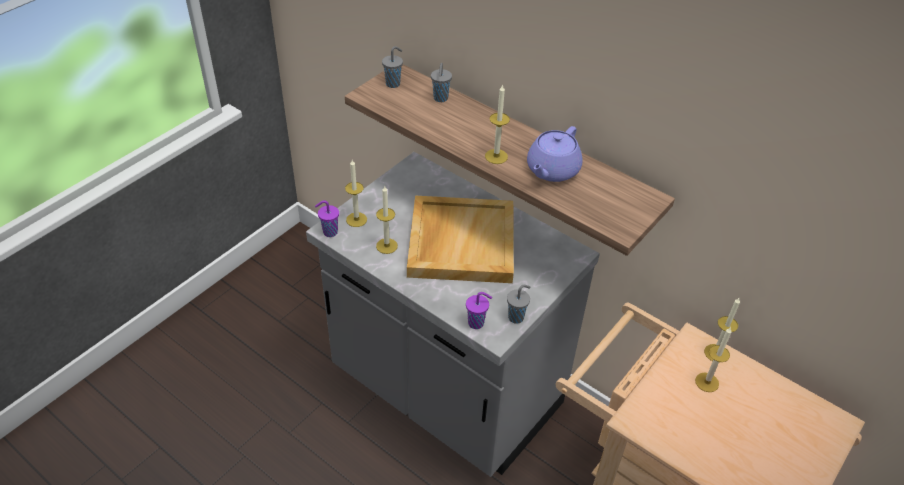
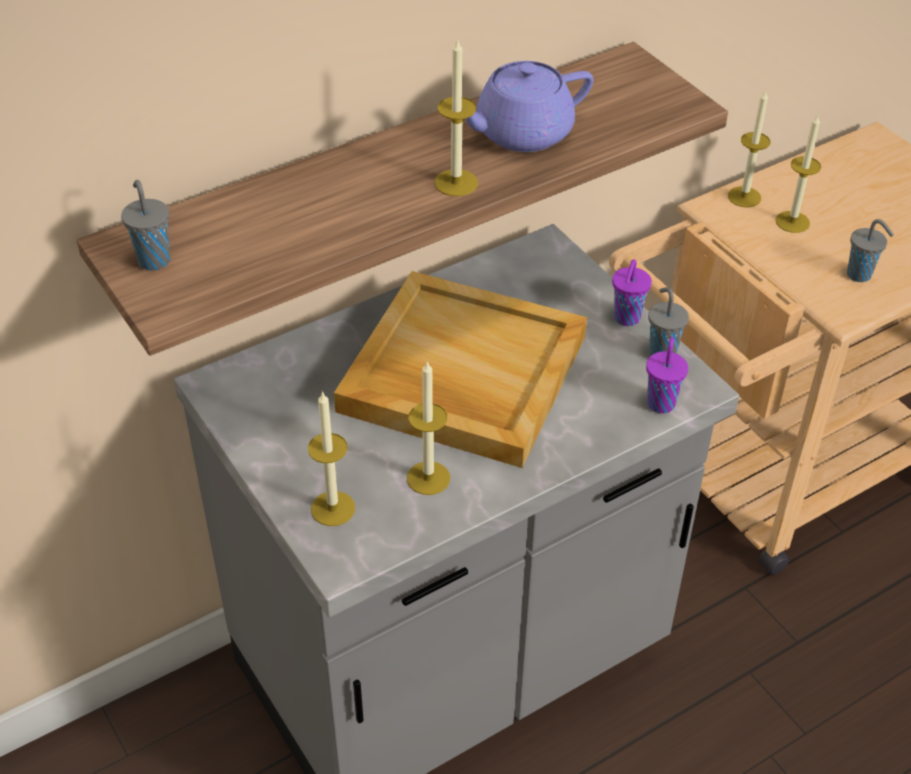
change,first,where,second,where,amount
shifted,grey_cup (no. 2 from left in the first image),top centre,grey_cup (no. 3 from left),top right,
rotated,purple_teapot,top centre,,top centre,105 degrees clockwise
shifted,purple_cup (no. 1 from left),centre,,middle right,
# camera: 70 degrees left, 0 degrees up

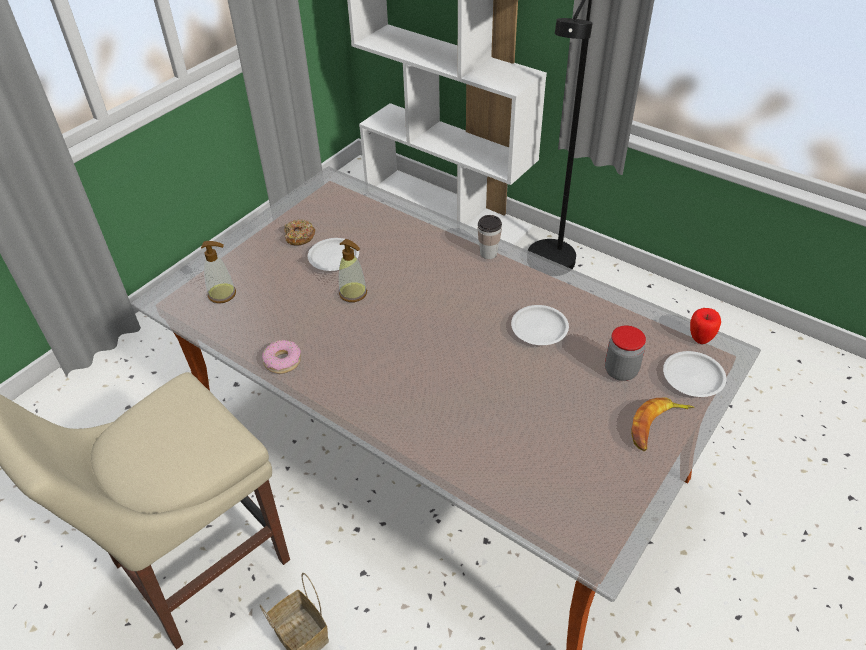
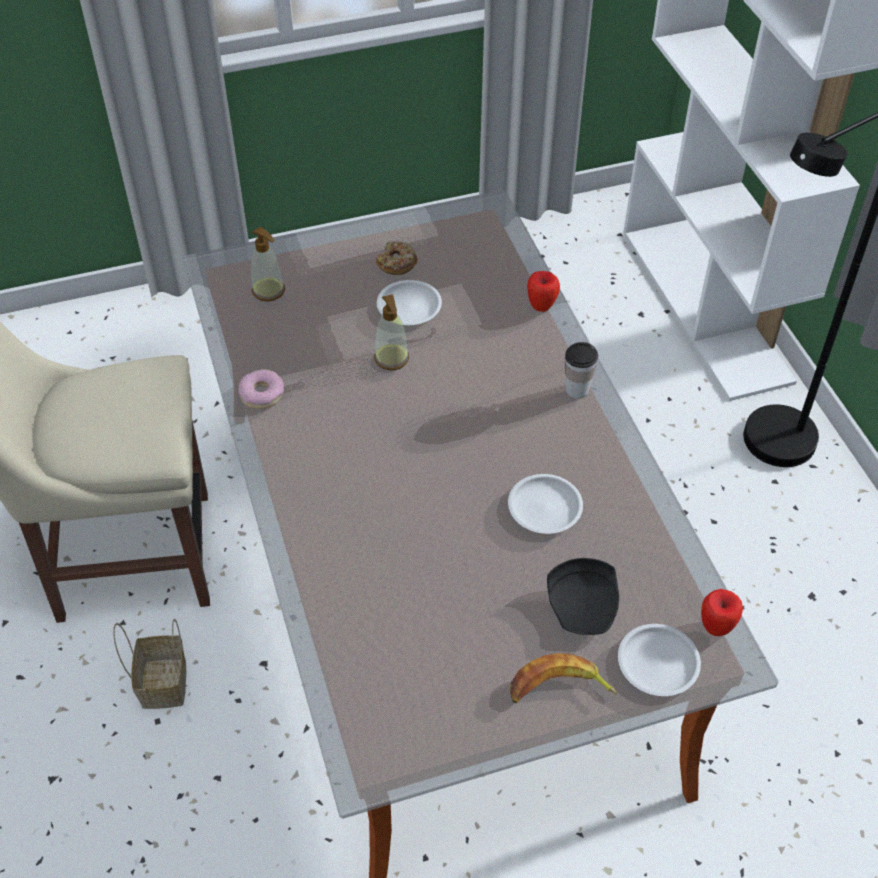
change,first,where,second,where,amount
swapped,jar,middle right,black_plate,bottom centre,
new,,,apple (no. 1 from left),top centre,
# camera: 35 degrees right, 5 degrees up

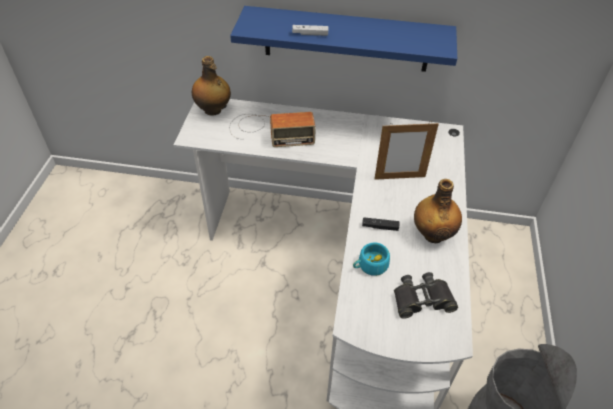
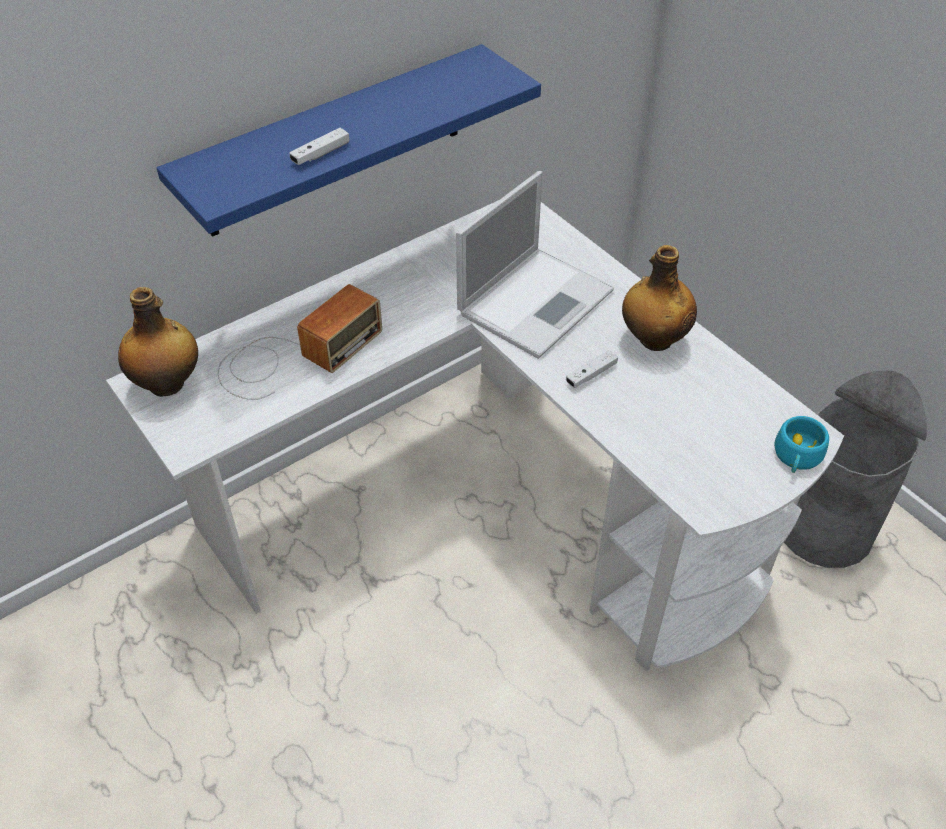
change,first,where,second,where,amount
swapped,picture_frame,centre,laptop,top centre,
repainted,black_game_controller,centre,white_game_controller (no. 2 from left),centre,
shifted,turquoise_cup,centre,,middle right,
gone,black_binoculars,bottom right,,,
# camera: 45 degrees left, 0 degrees up

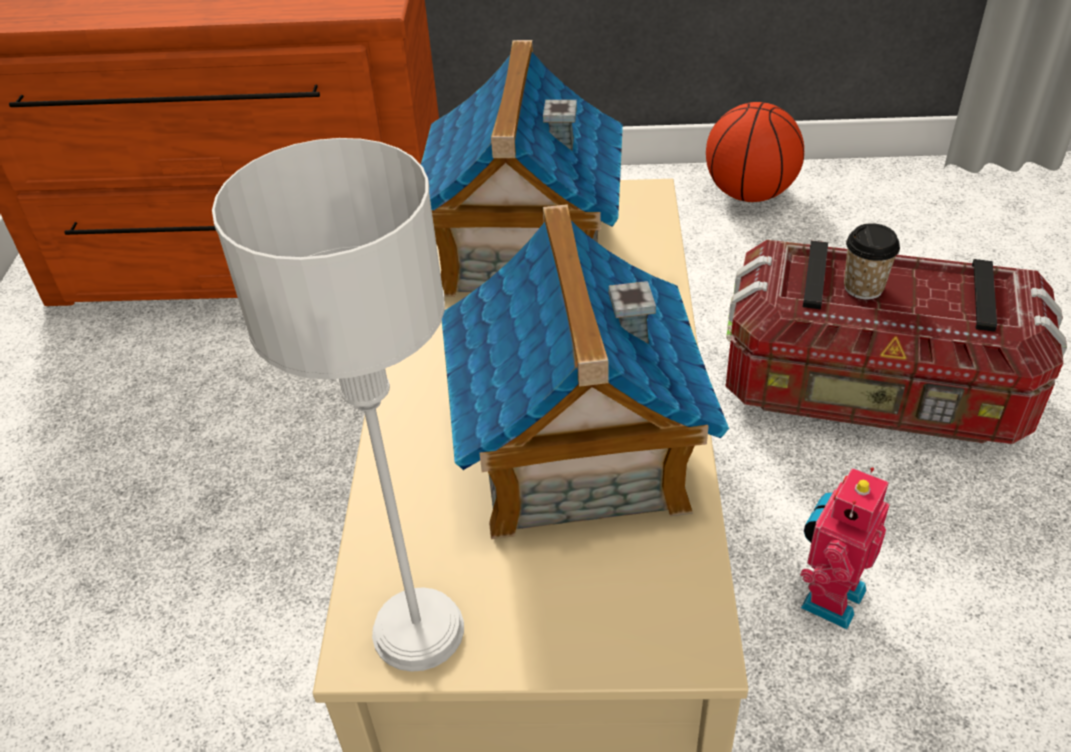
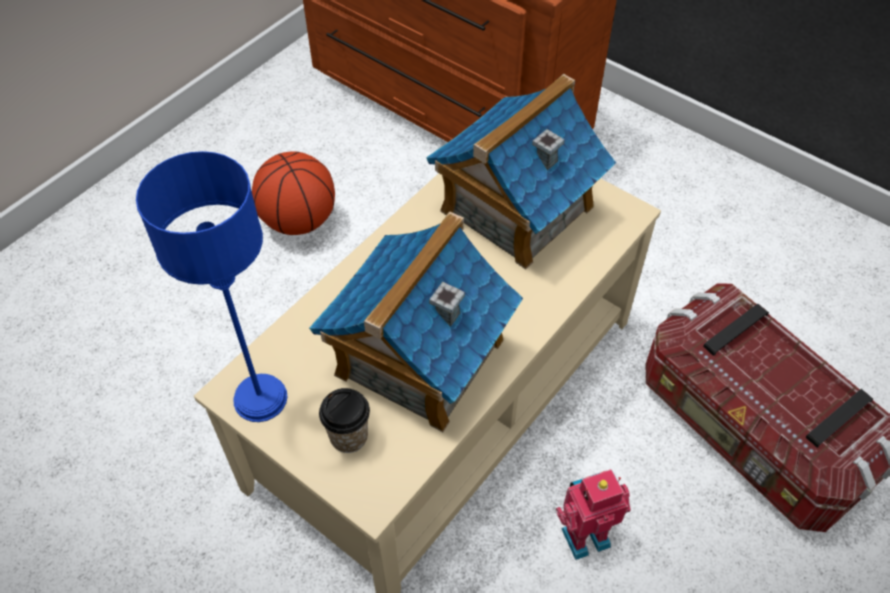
change,first,where,second,where,amount
shifted,basketball,top right,,top left,
repainted,grey_table_lamp,middle left,blue_table_lamp,middle left,
shifted,cup,middle right,,bottom centre,
# camera: 35 degrees right, 10 degrees up

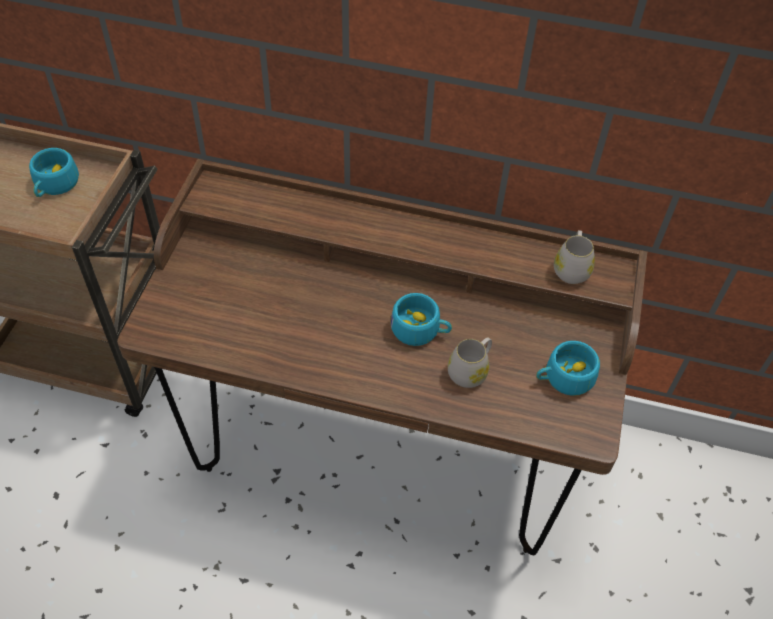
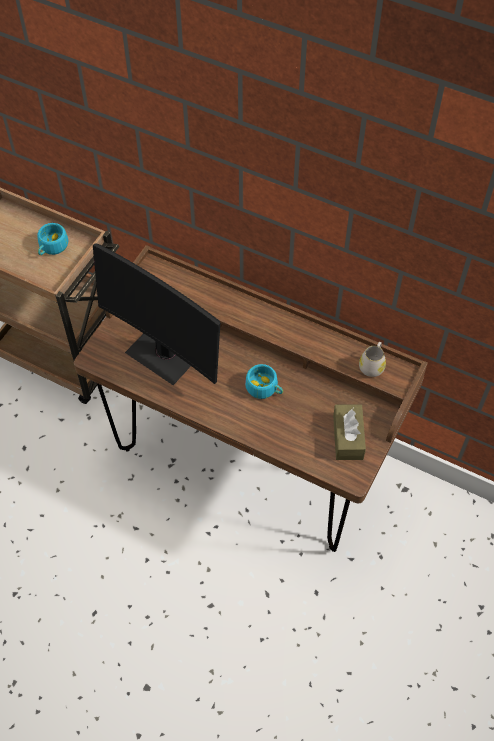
change,first,where,second,where,amount
gone,white_mug (no. 1 from left),centre,,,
swapped,turquoise_cup (no. 3 from left),middle right,brown_tissue_box,middle right,
new,,,monitor,middle left,
# camera: 15 degrees right, 5 degrees up

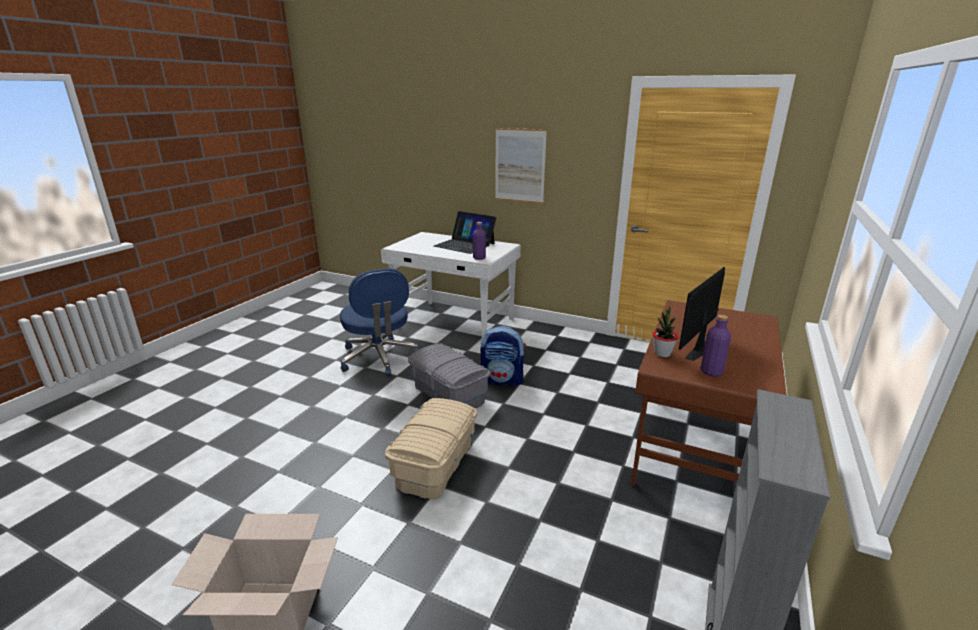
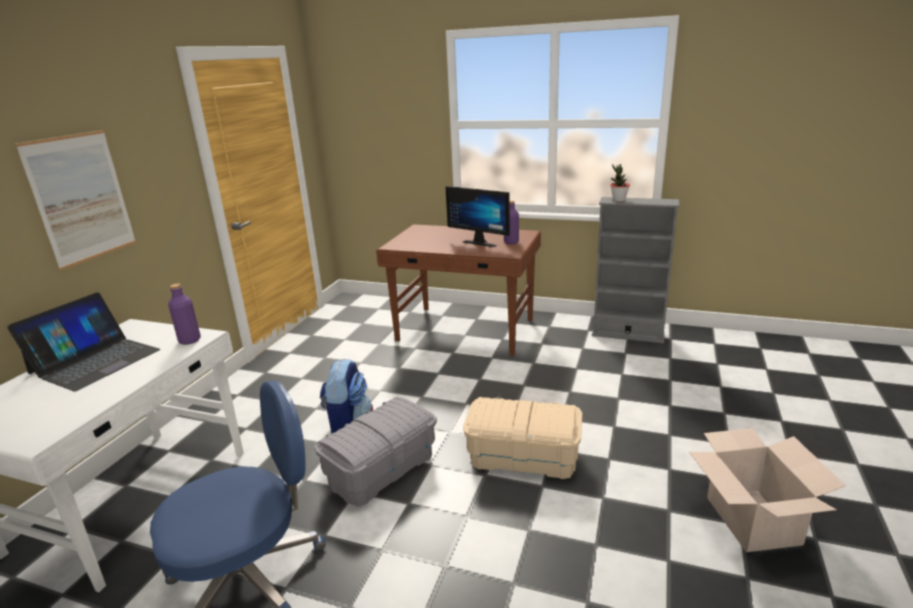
change,first,where,second,where,amount
shifted,potted_plant,middle right,,top right,
# camera: 95 degrees left, 0 degrees up

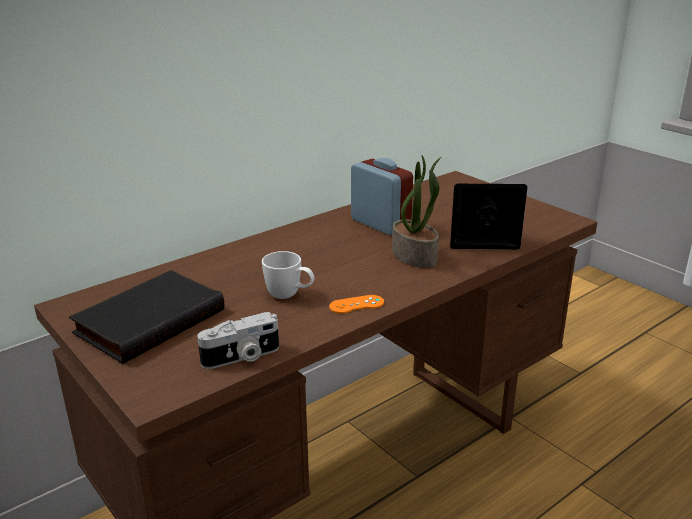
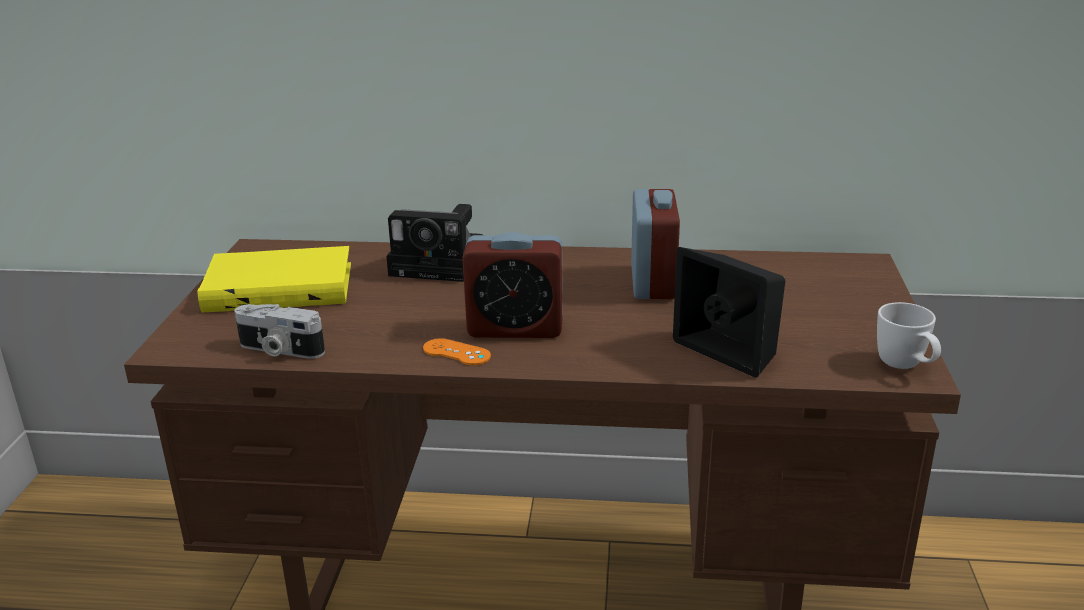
change,first,where,second,where,amount
gone,potted_plant,centre,,,
shifted,white_mug,centre,,middle right,
repainted,black_book,middle left,yellow_book,middle left,
new,,,photo_camera (no. 2 from left),centre,
new,,,alarm_clock (no. 1 from left),centre,
# camera: 45 degrees right, 0 degrees up

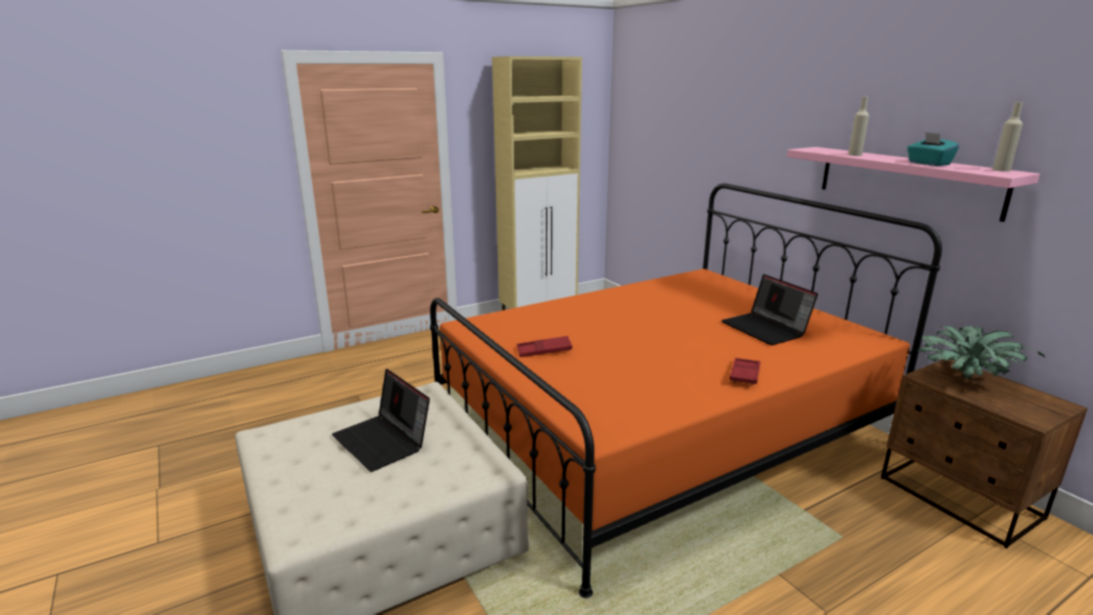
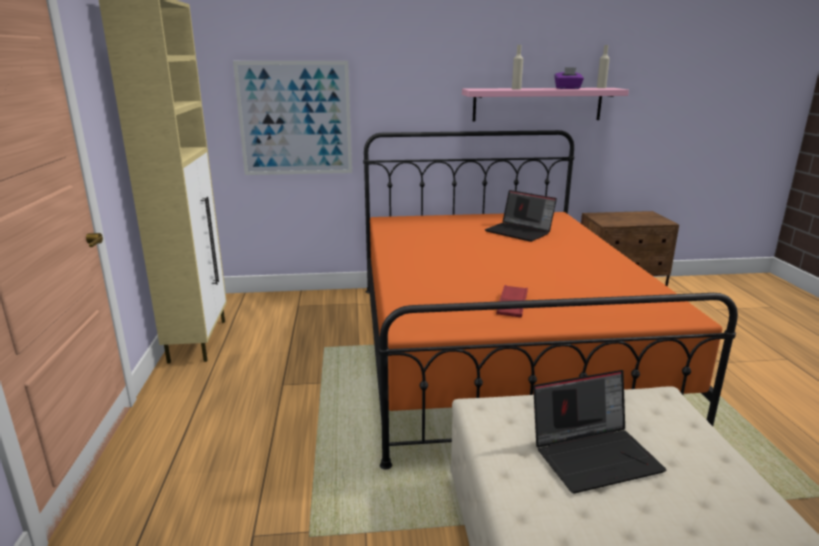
change,first,where,second,where,amount
repainted,turquoise_tissue_box,top right,purple_tissue_box,top right,
rotated,laptop (no. 2 from left in the first image),middle right,laptop (no. 1 from left),centre,45 degrees clockwise
gone,potted_plant,middle right,,,
gone,red_tray (no. 2 from left),middle right,,,
new,,,picture,top centre,
# camera: 65 degrees left, 0 degrees up

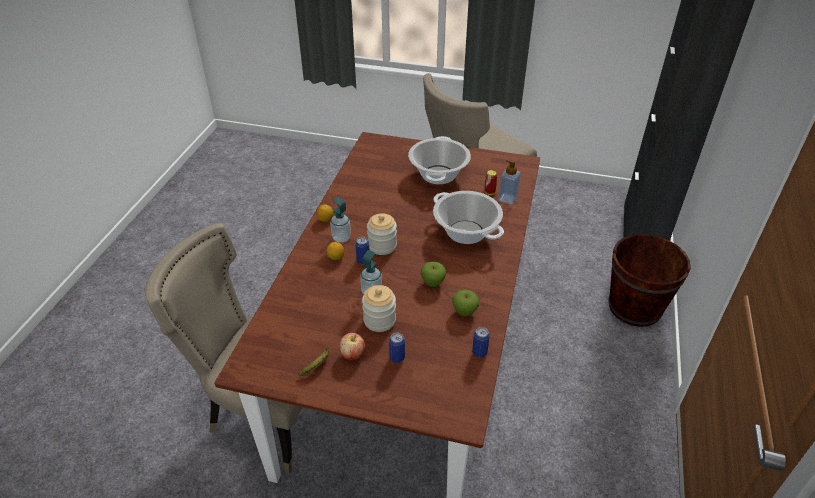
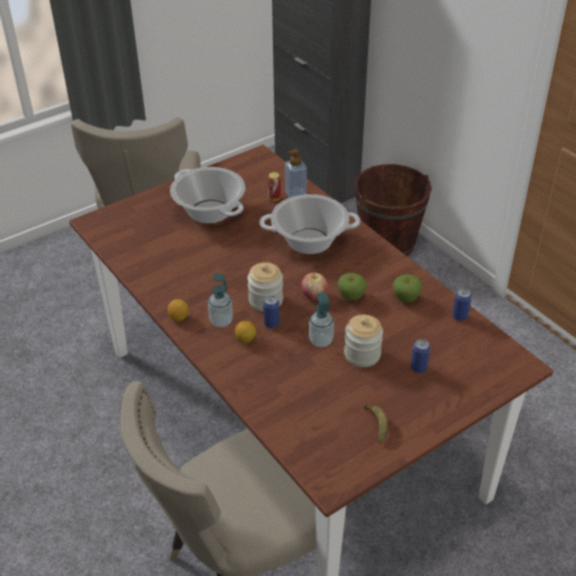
change,first,where,second,where,amount
shifted,apple (no. 1 from left),bottom centre,,centre,
# camera: 50 degrees left, 0 degrees up

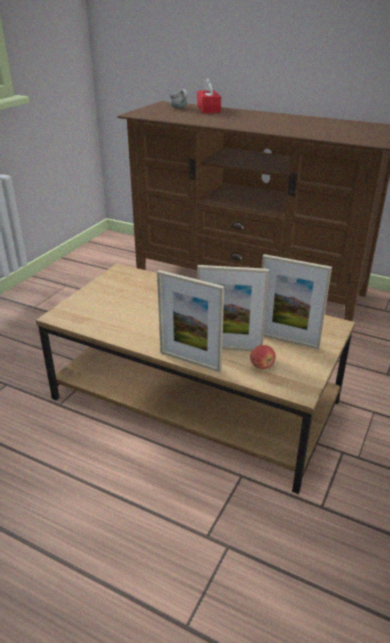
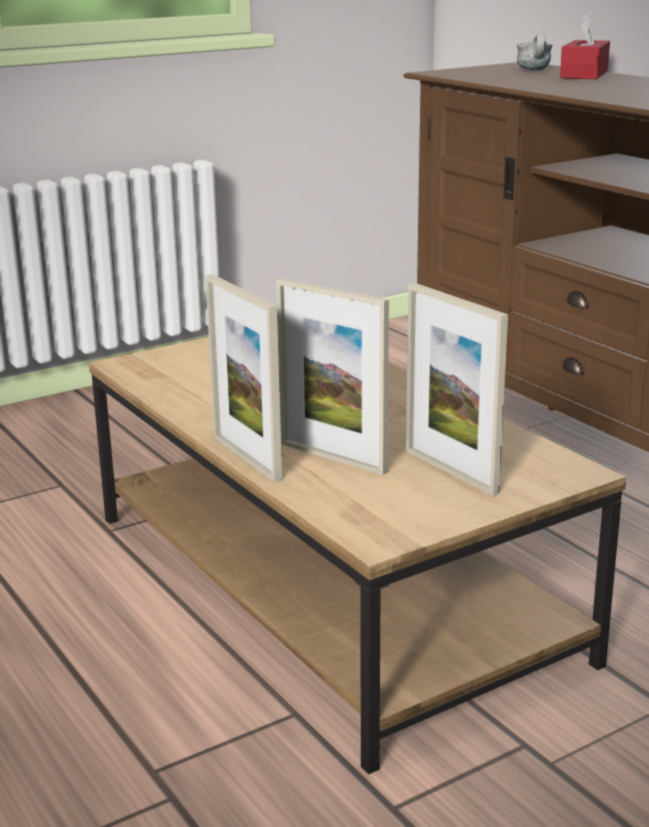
change,first,where,second,where,amount
gone,apple,middle right,,,
# camera: 30 degrees right, 10 degrees down

